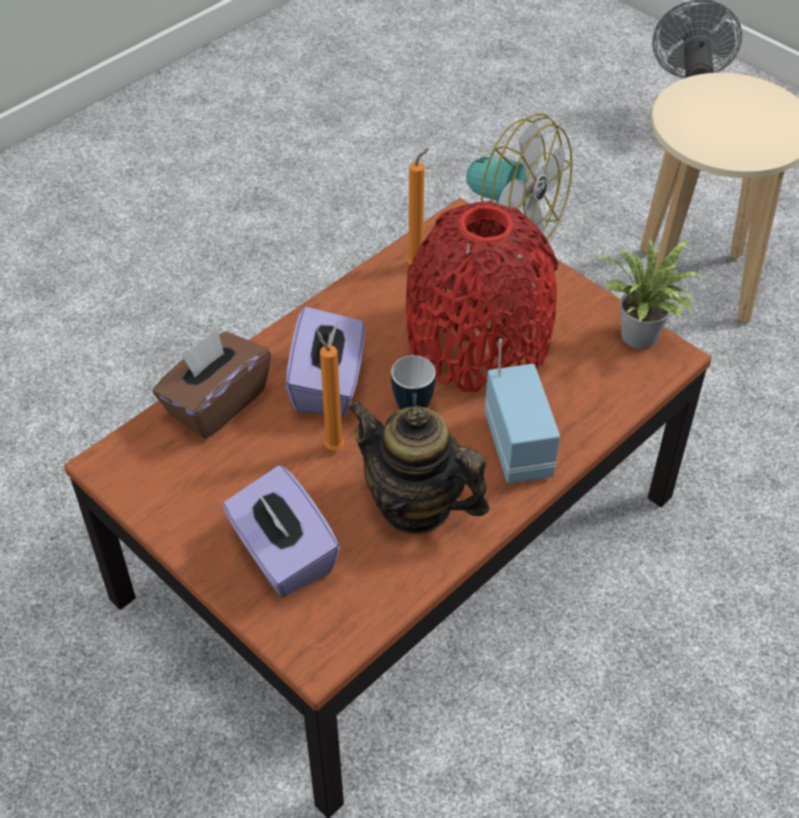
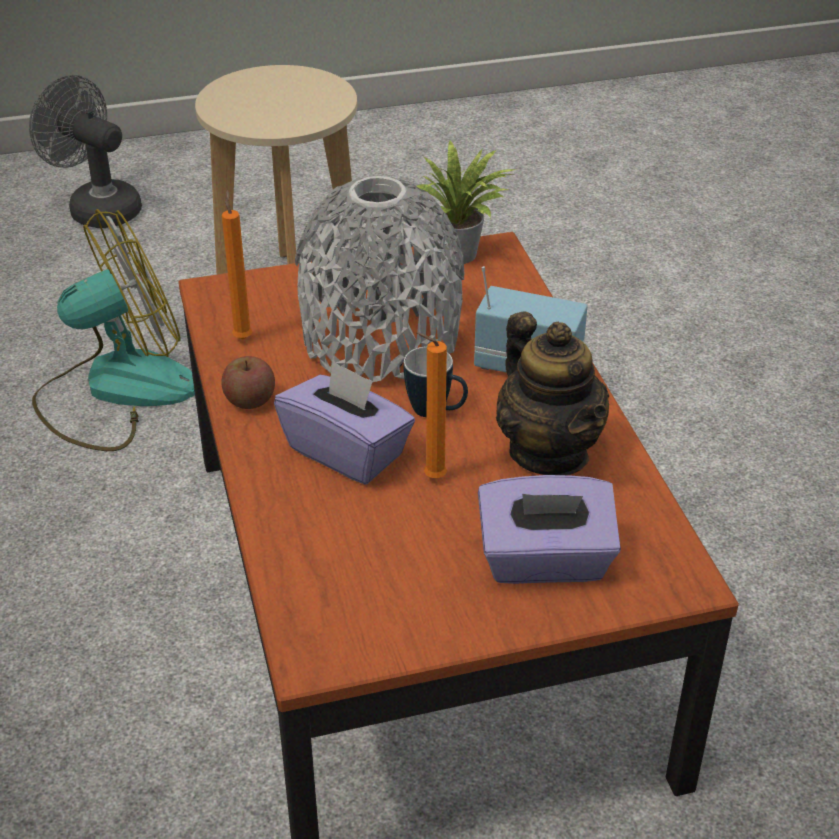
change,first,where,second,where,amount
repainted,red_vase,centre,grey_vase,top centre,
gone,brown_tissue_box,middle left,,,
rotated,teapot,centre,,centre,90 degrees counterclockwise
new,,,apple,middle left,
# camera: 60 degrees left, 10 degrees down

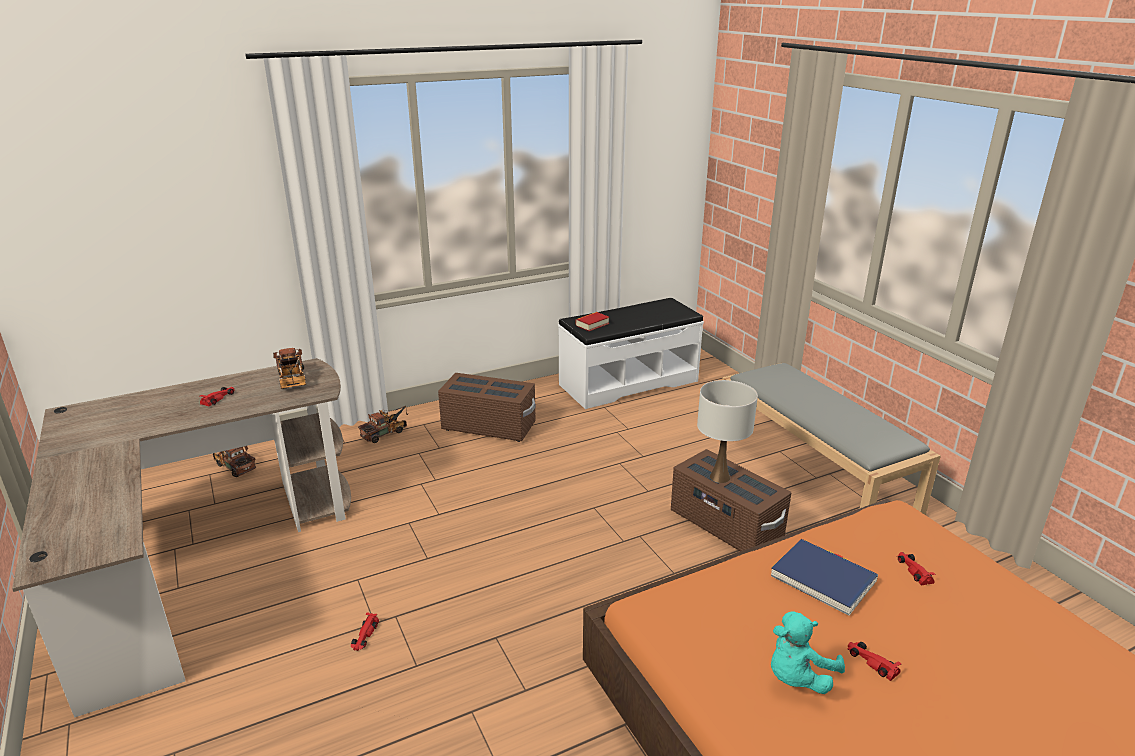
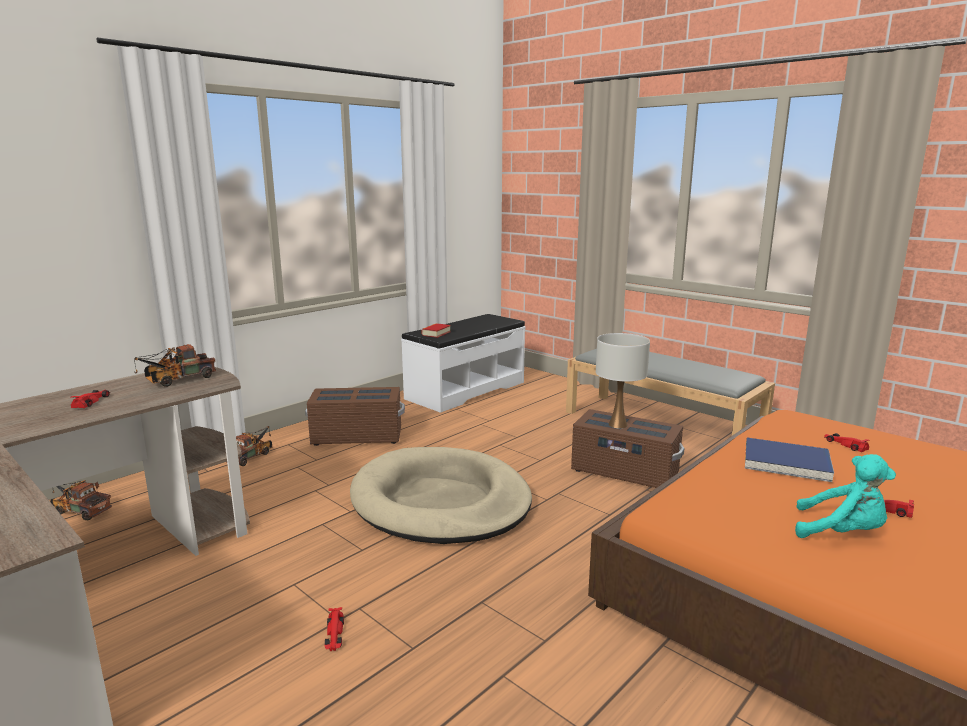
change,first,where,second,where,amount
rotated,toy_truck (no. 2 from left),middle left,,middle left,90 degrees clockwise
rotated,turquoise_plush_toy,bottom right,,bottom right,90 degrees counterclockwise
new,,,beige_dog_bed,bottom centre,
# camera: 20 degrees left, 10 degrees down

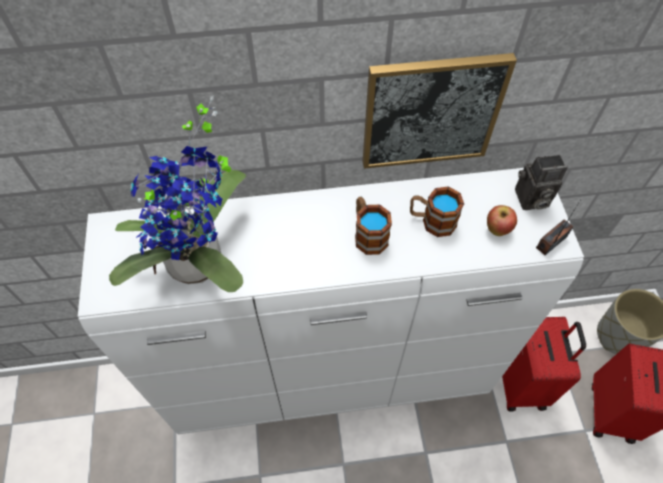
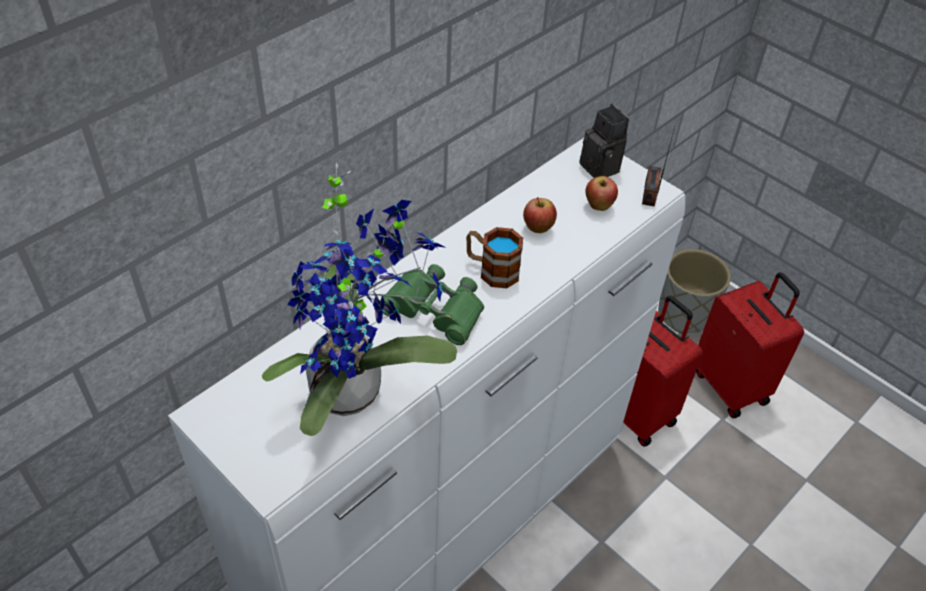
change,first,where,second,where,amount
gone,picture,top centre,,,
rotated,photo_camera,middle right,,top centre,75 degrees counterclockwise
swapped,mug (no. 2 from left),centre,apple (no. 1 from left),centre,
new,,,green_binoculars,centre,
# camera: 40 degrees left, 10 degrees down

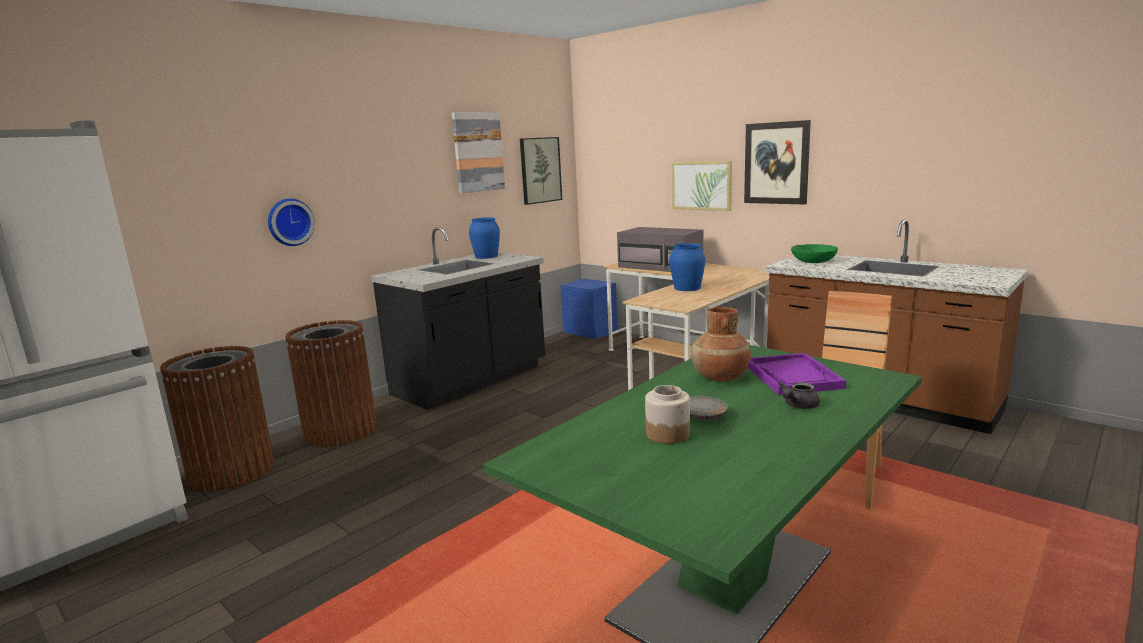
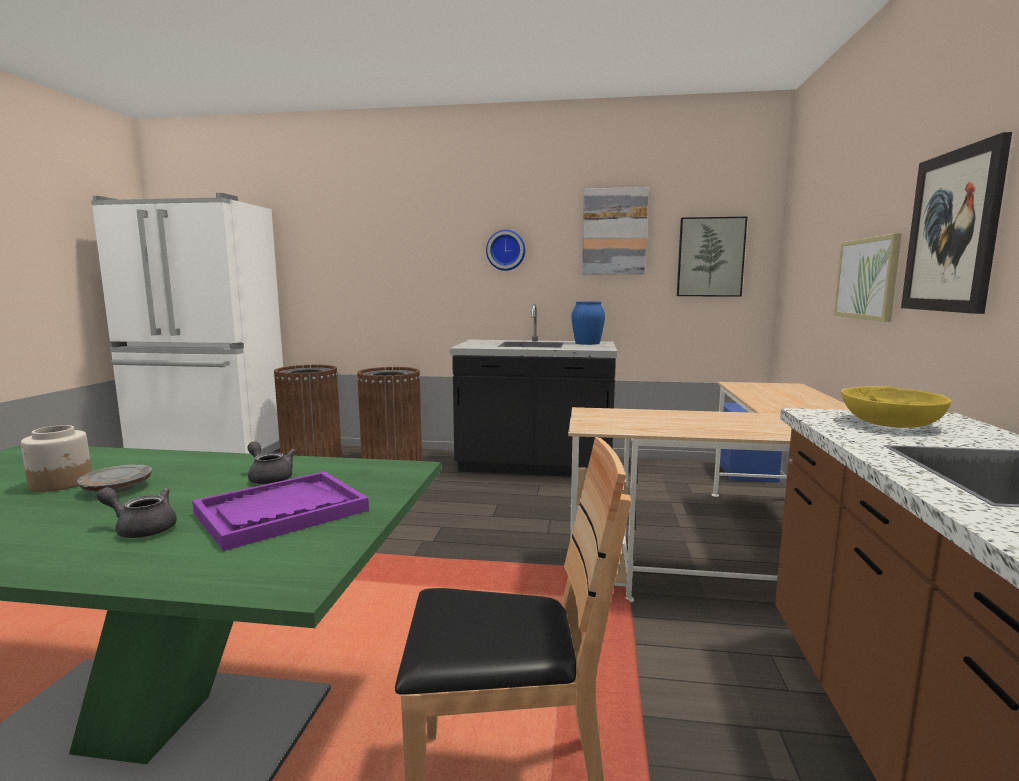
change,first,where,second,where,amount
shifted,wall_clock,middle left,,top centre,
gone,grey_microwave,centre,,,
gone,blue_vase (no. 2 from left),centre,,,
repainted,green_bowl,middle right,yellow_bowl,middle right,
swapped,brown_vase,centre,grey_teapot (no. 2 from left),middle left,
# camera: 55 degrees right, 5 degrees down

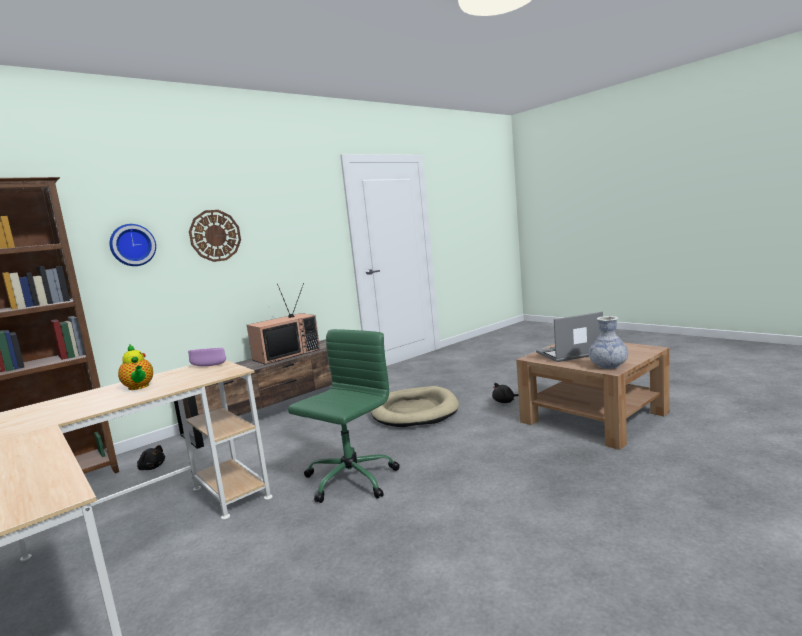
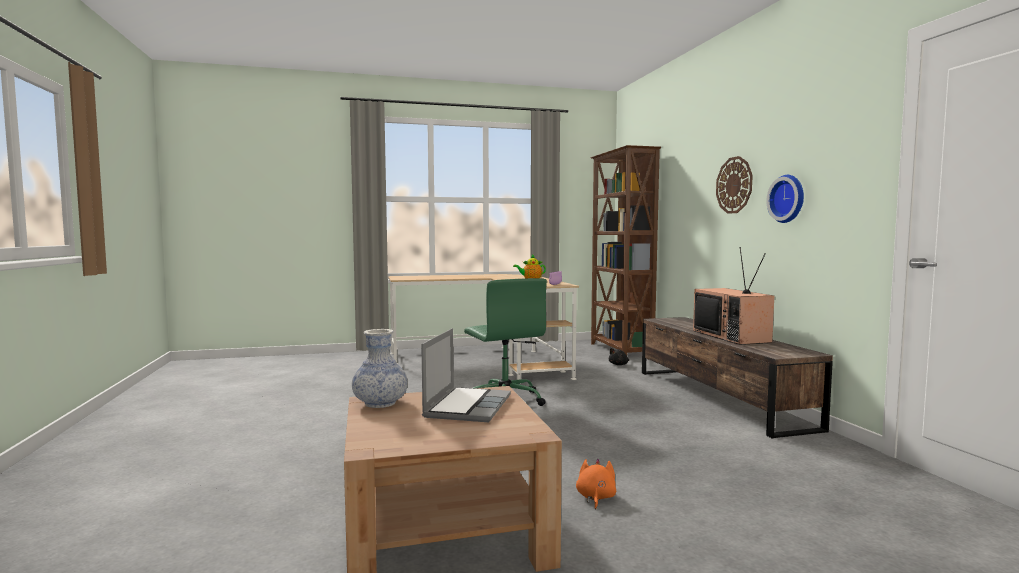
change,first,where,second,where,amount
shifted,wall_clock (no. 1 from left in the first image),middle left,wall_clock (no. 2 from left),middle right,
repainted,black_plush_toy (no. 2 from left),centre,orange_plush_toy,bottom centre,
gone,beige_dog_bed,centre,,,
# camera: 115 degrees right, 5 degrees down

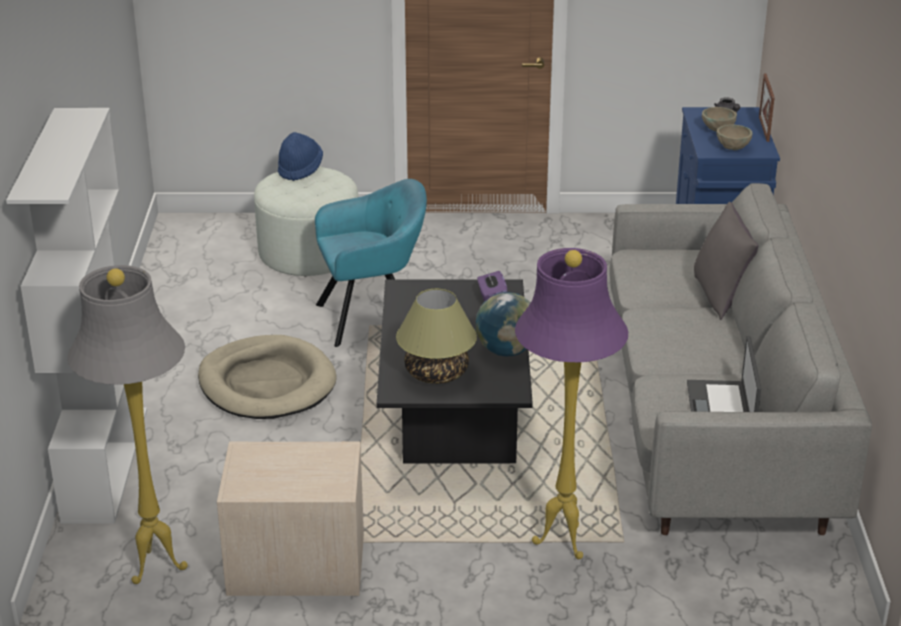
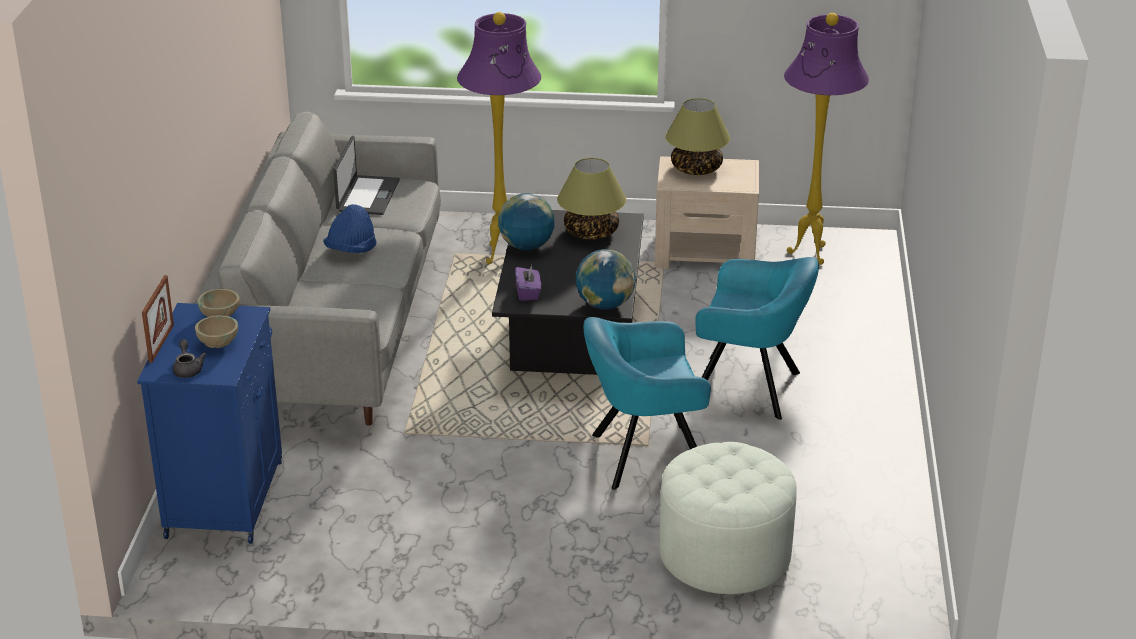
change,first,where,second,where,amount
gone,white_bookcase,middle left,,,
shifted,blue_hat,top left,,middle left,
gone,grey_pillow,middle right,,,
repainted,grey_floor_lamp,bottom left,purple_floor_lamp (no. 2 from left),top right,
swapped,beige_dog_bed,middle left,turquoise_armchair (no. 2 from left),centre,
new,,,table_lamp (no. 2 from left),top centre,
new,,,globe (no. 2 from left),centre,
# camera: 175 degrees left, 0 degrees up

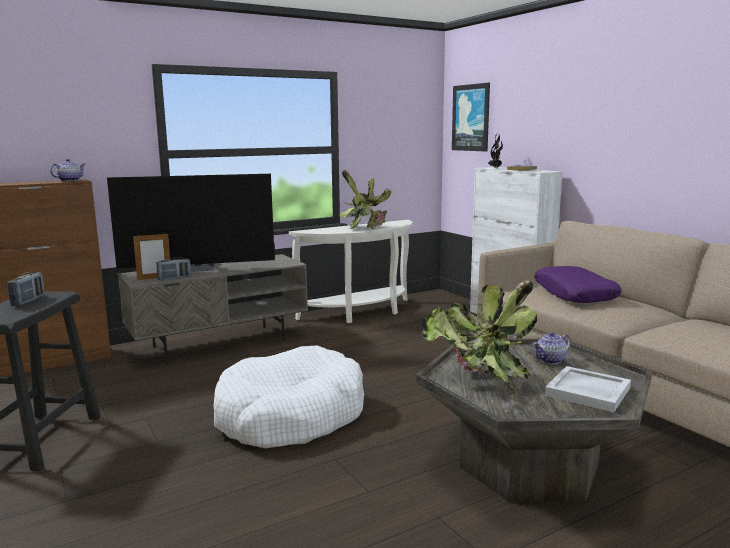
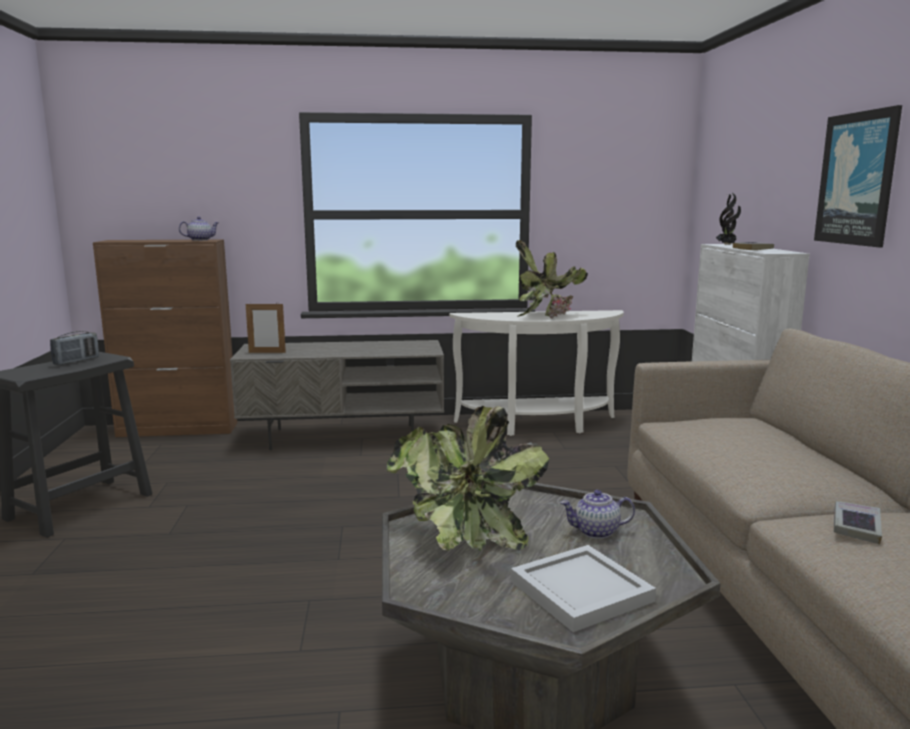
change,first,where,second,where,amount
shifted,picture,top centre,,top right,
gone,television,middle left,,,
gone,radio (no. 2 from left),middle left,,,
gone,purple_pillow,middle right,,,
gone,white_dog_bed,bottom centre,,,
new,,,book (no. 2 from left),bottom right,
# camera: 25 degrees right, 0 degrees up

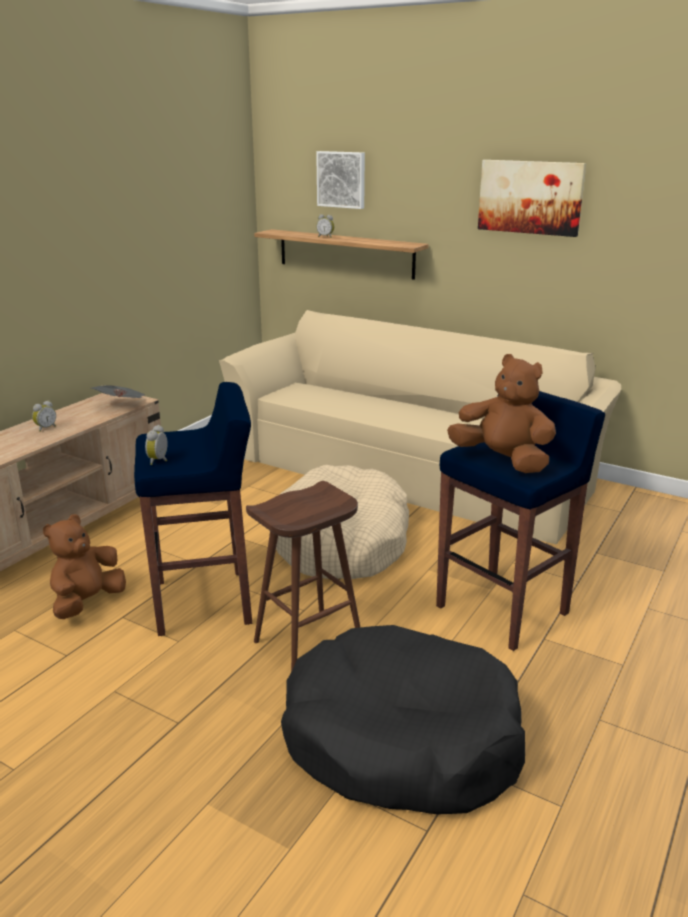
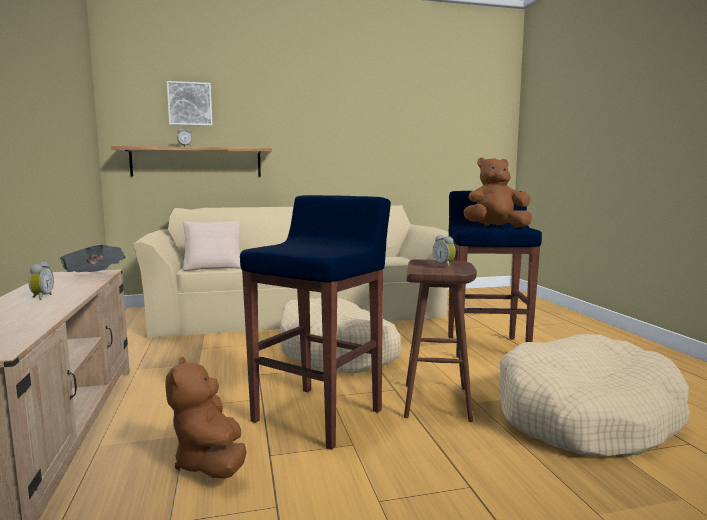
change,first,where,second,where,amount
gone,picture (no. 2 from left),top right,,,
shifted,alarm_clock (no. 2 from left in the first image),middle left,alarm_clock (no. 3 from left),centre,
repainted,black_dog_bed,bottom centre,beige_dog_bed (no. 2 from left),bottom right,
new,,,beige_pillow,middle left,
# camera: 45 degrees left, 15 degrees down

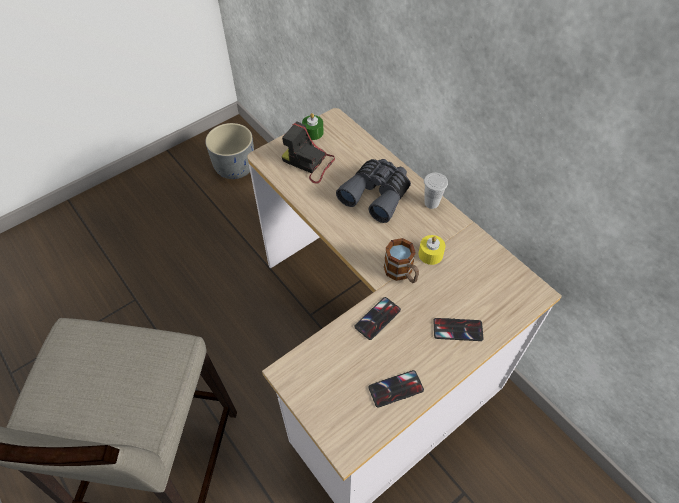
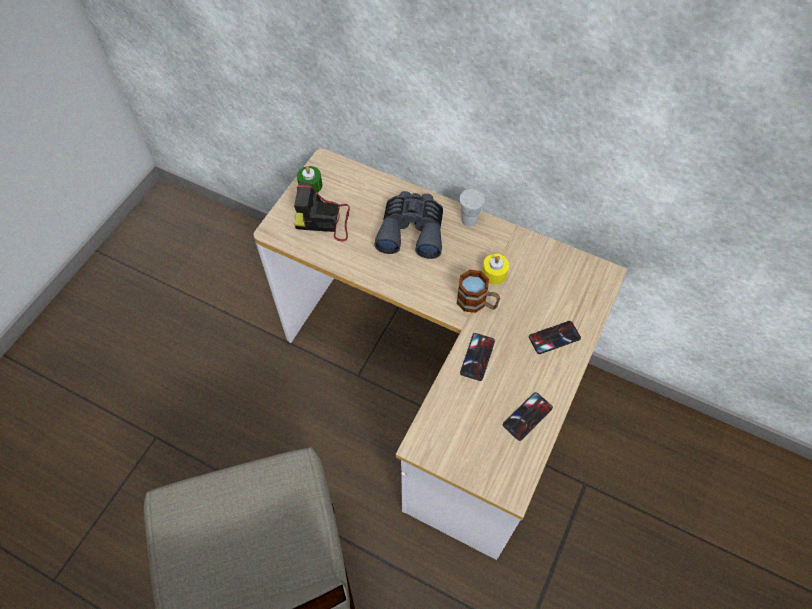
change,first,where,second,where,amount
gone,grey_planter,top centre,,,
# camera: 25 degrees left, 5 degrees up

